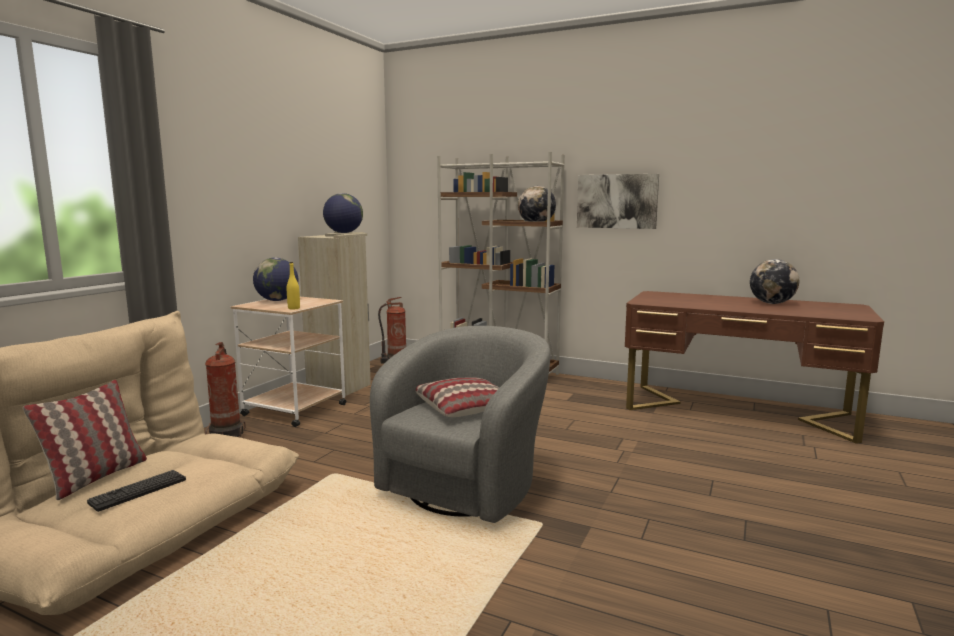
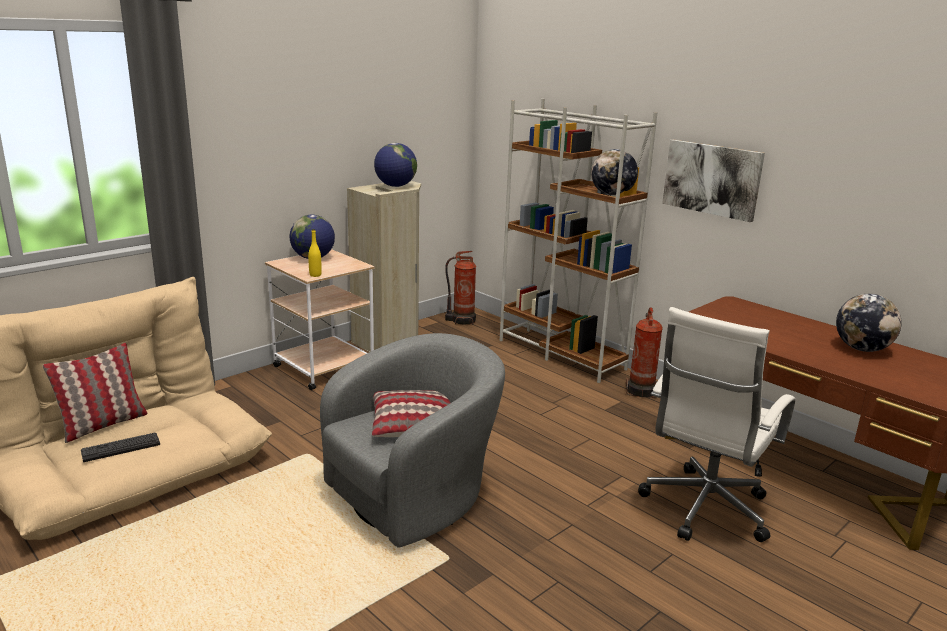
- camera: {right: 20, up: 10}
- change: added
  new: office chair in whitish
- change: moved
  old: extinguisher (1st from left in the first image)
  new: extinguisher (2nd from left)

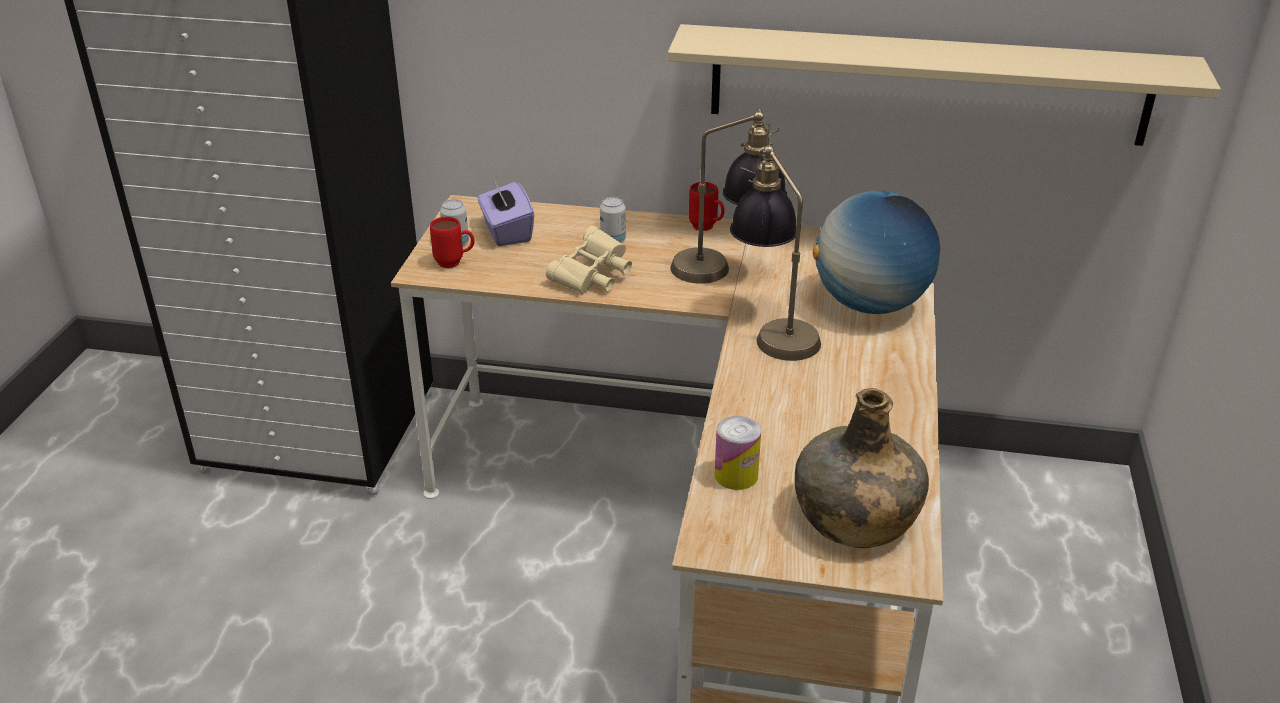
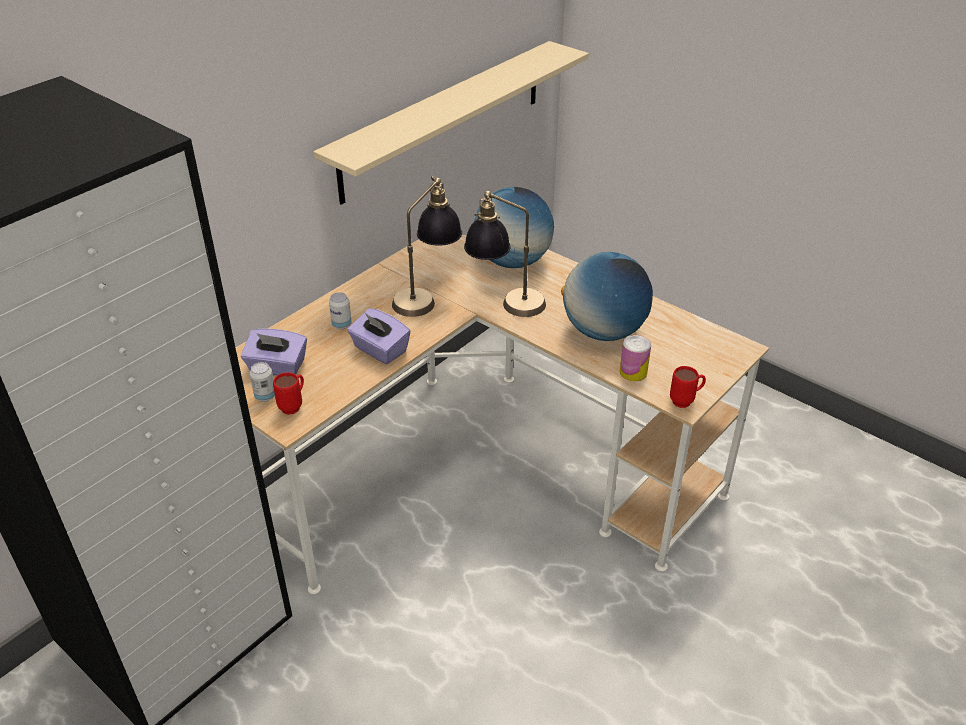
- camera: {right: -60, up: 5}
- change: removed
  old: beverage bottle in greenish
- change: added
  new: globe (2nd from left)
- change: moved
  old: mug in red (2nd from left)
- change: replaced
  old: binoculars in beige-coloured
  new: box of tissues in purple (2nd from left)

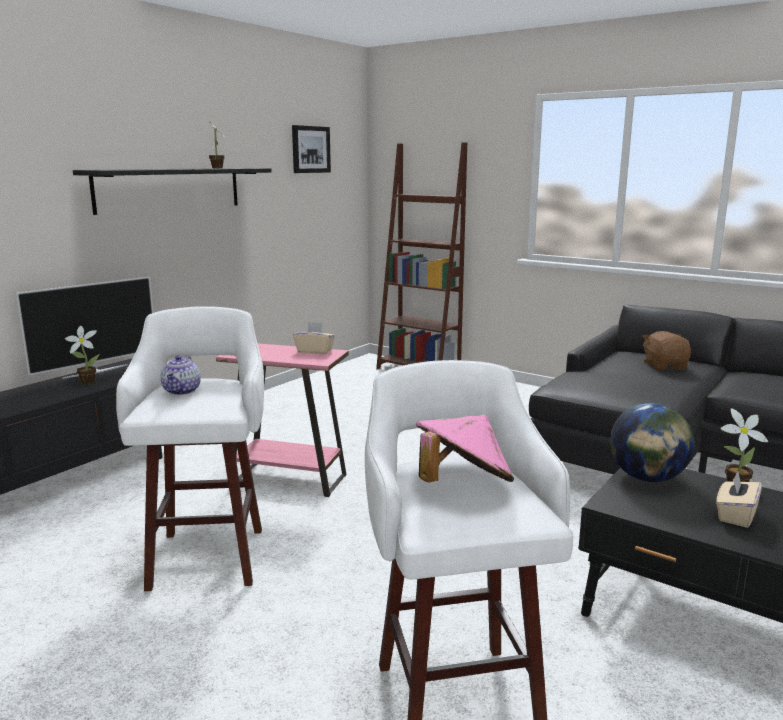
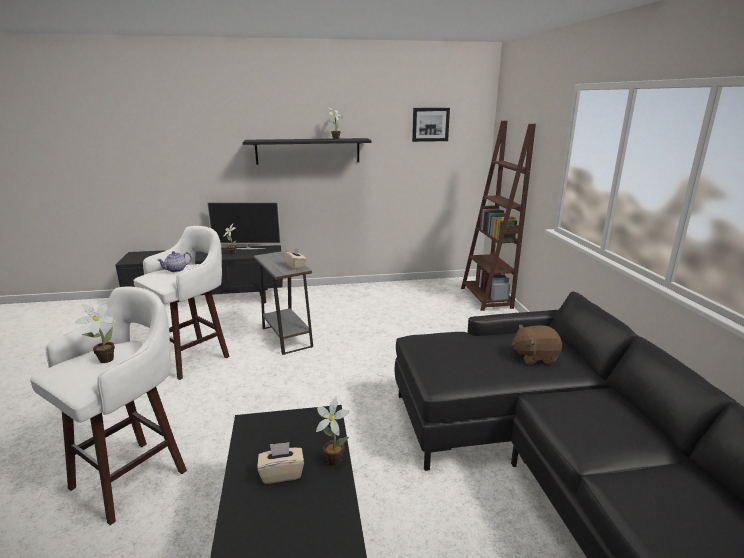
- camera: {right: 45, up: 5}
- change: removed
  old: globe
- change: replaced
  old: hat in pink
  new: houseplant (1st from left)
- change: recoloured
  old: side table in pink
  new: side table in greyish
- change: turned
  old: soft toy in brownish
  degrees: -135

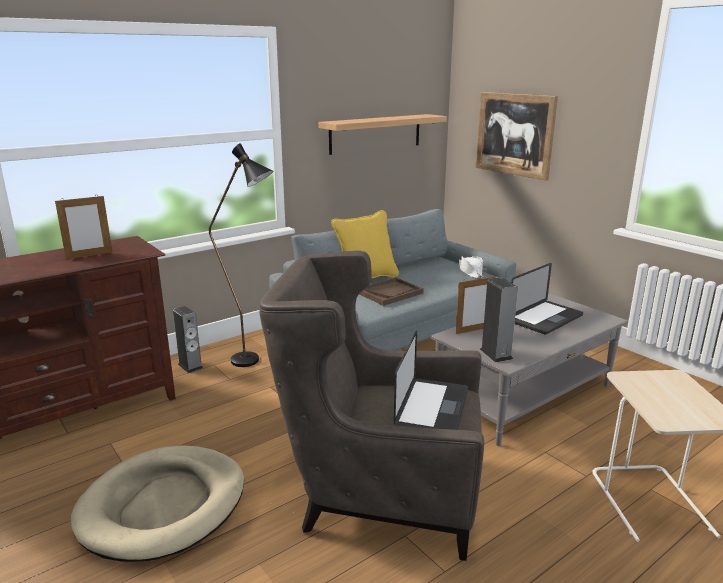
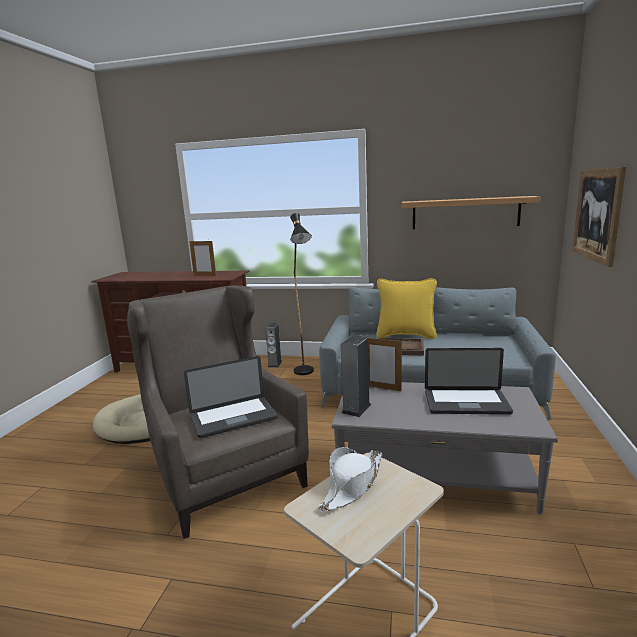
- camera: {right: 50, up: -5}
- change: moved
  old: hat in whitish

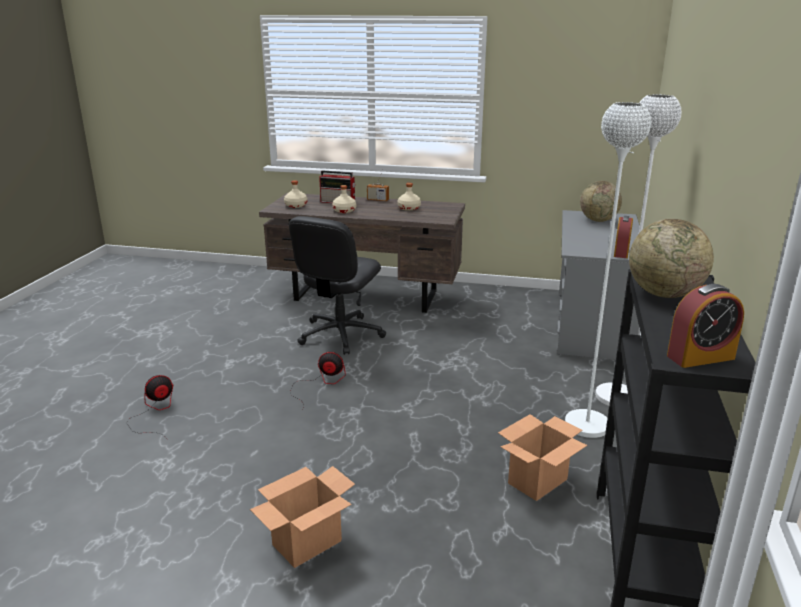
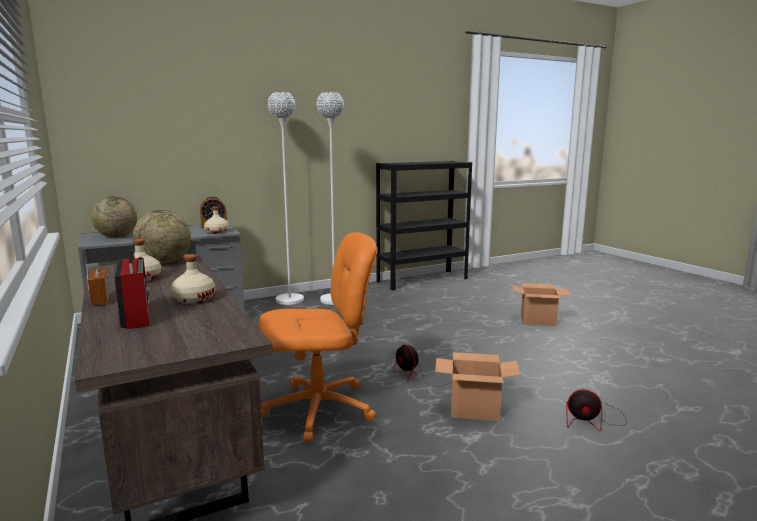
- camera: {right: -130, up: -10}
- change: removed
  old: bedside clock (2nd from left)
- change: moved
  old: beverage bottle in beige-coloured (1st from left in the first image)
  new: beverage bottle in beige-coloured (3rd from left)
- change: moved
  old: cardboard box (2nd from left in the first image)
  new: cardboard box (1st from left)
- change: moved
  old: globe (2nd from left)
- change: recoloured
  old: office chair in black
  new: office chair in orange-coloured

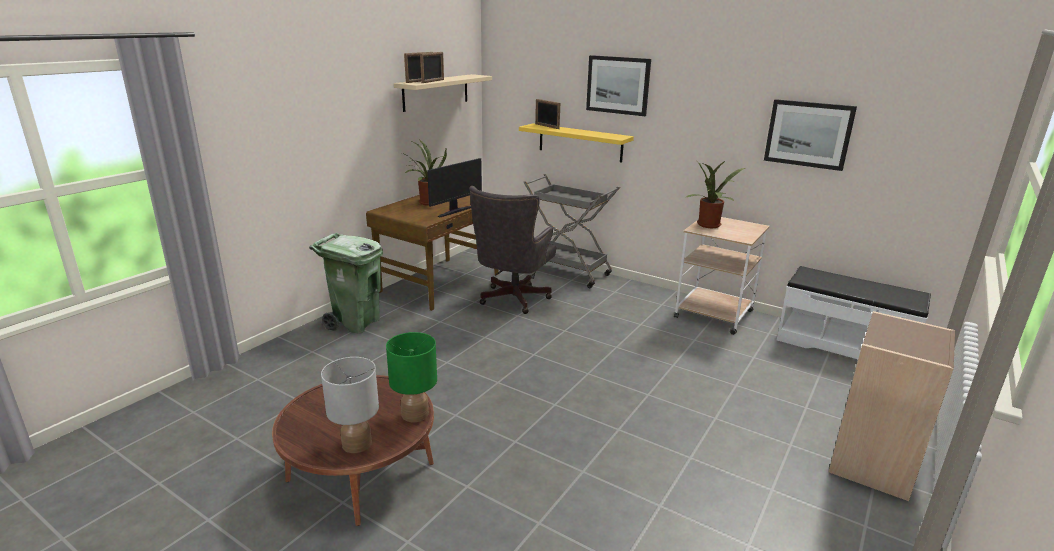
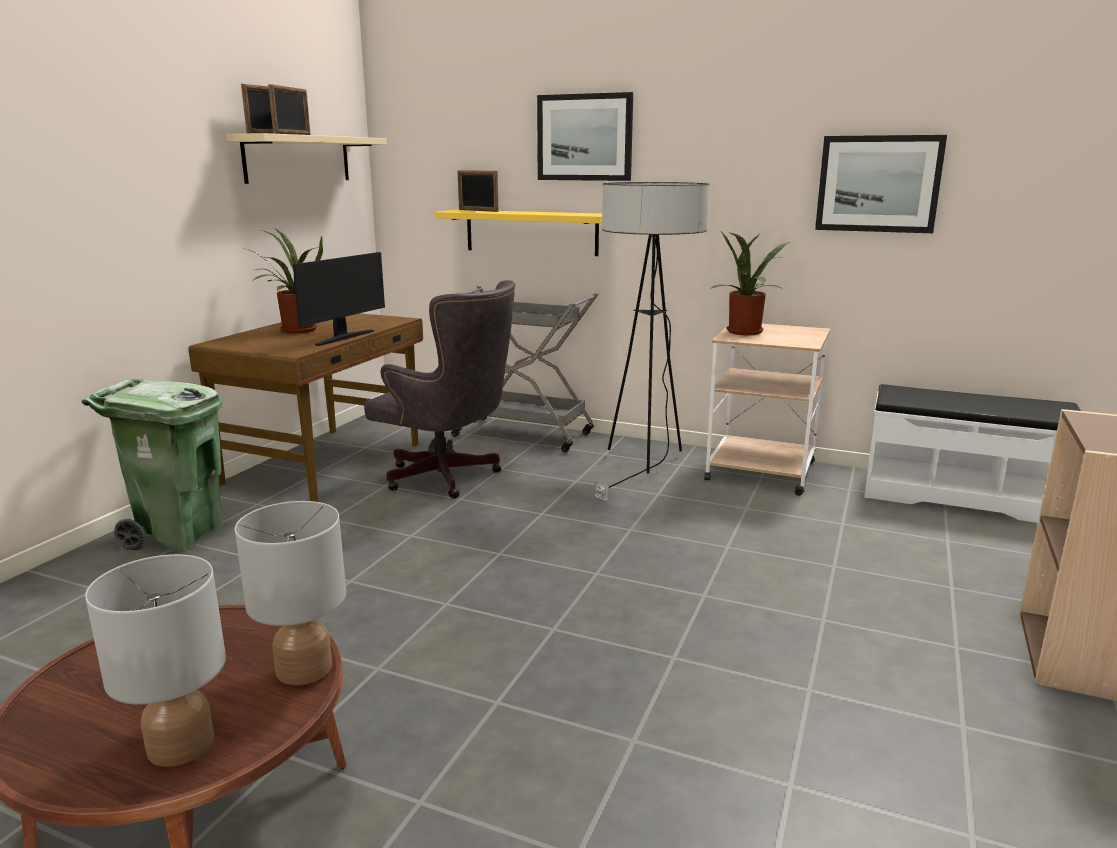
- camera: {right: -10, up: -5}
- change: added
  new: floor lamp
- change: recoloured
  old: table lamp in greenish
  new: table lamp in greyish (2nd from left)
- change: turned
  old: office chair in greyish
  degrees: -75

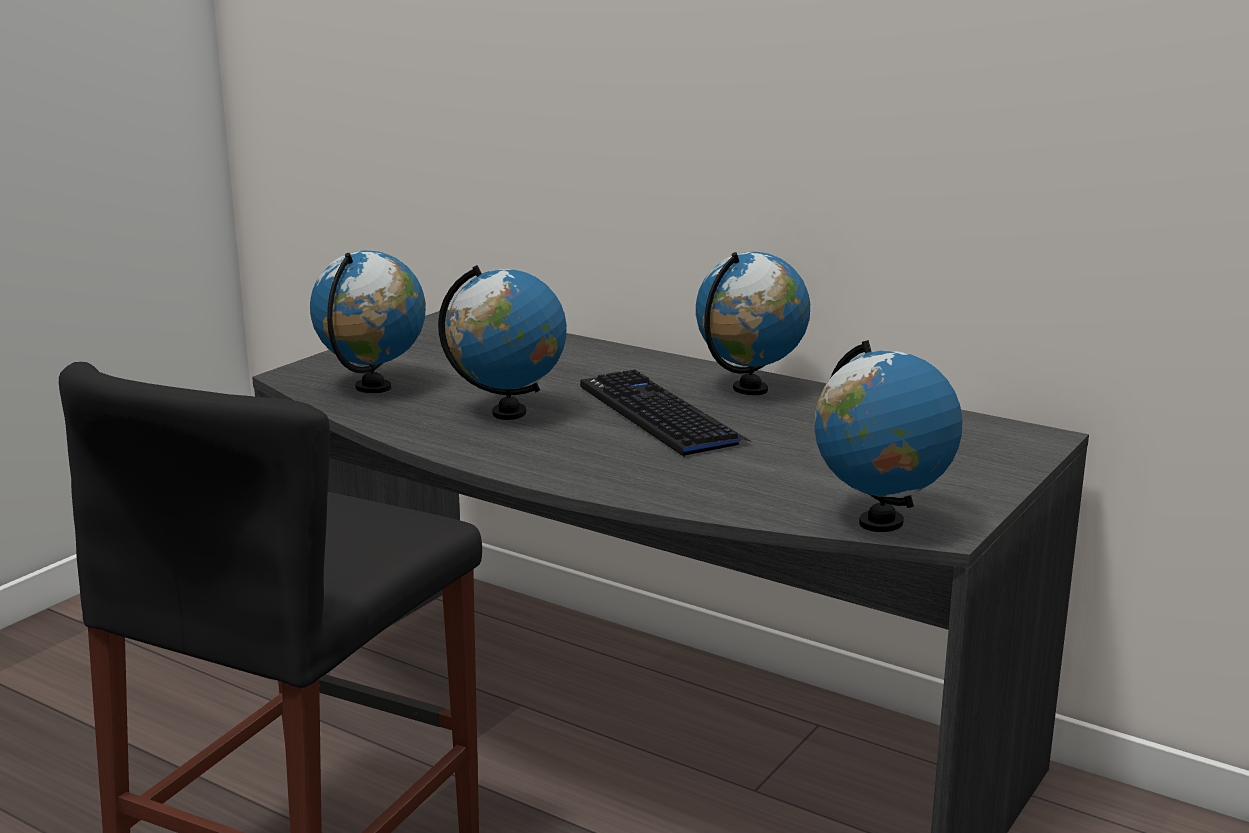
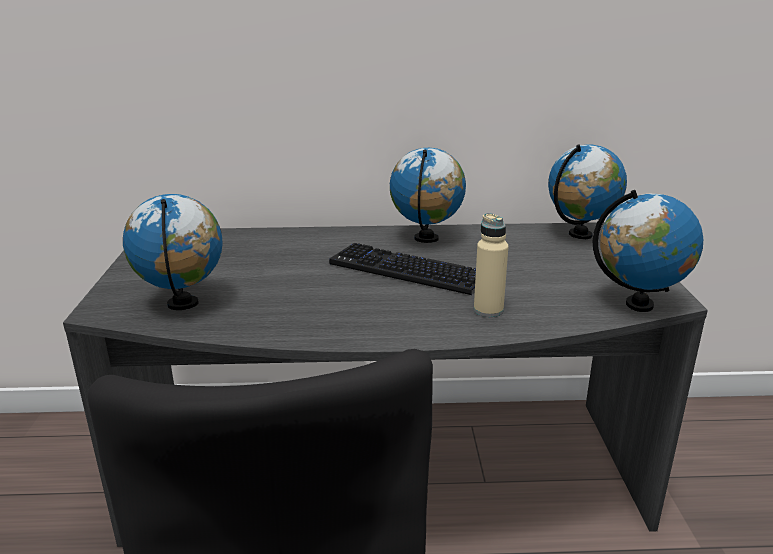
- camera: {right: -35, up: 5}
- change: added
  new: beverage bottle in beige-coloured
- change: moved
  old: globe (2nd from left in the first image)
  new: globe (3rd from left)

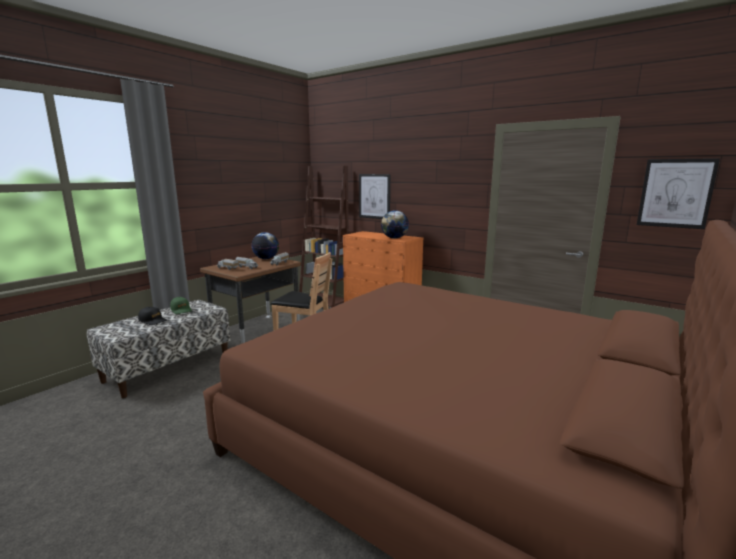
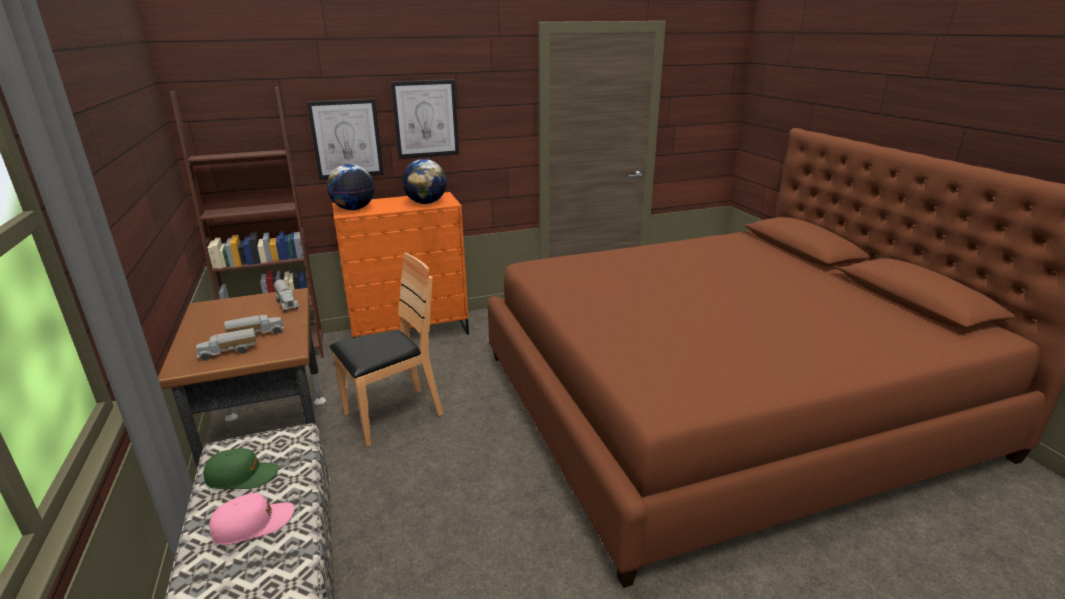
- camera: {right: -55, up: 10}
- change: moved
  old: globe (1st from left)
- change: moved
  old: wall picture (2nd from left)
- change: recoloured
  old: peaked cap in black
  new: peaked cap in pink

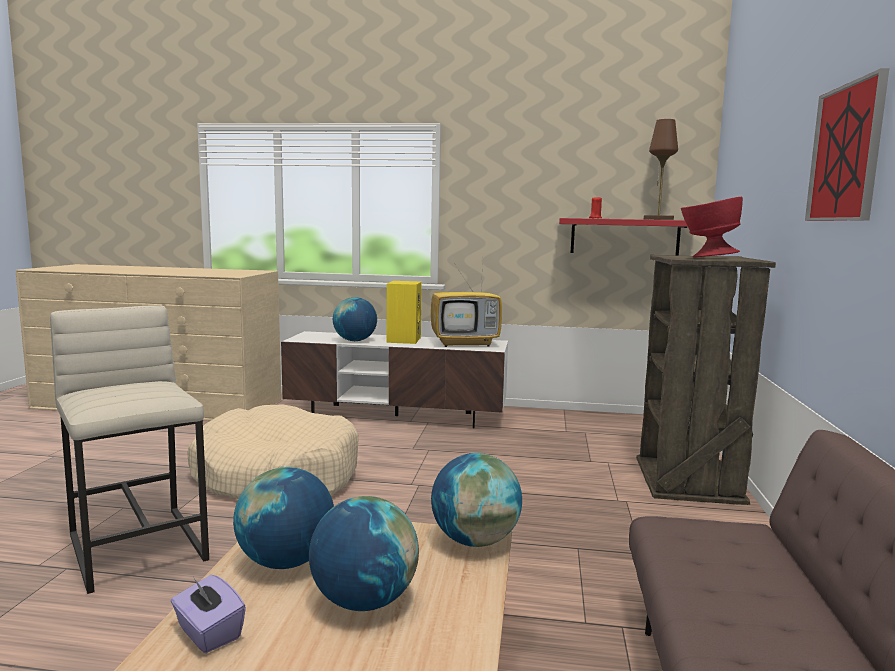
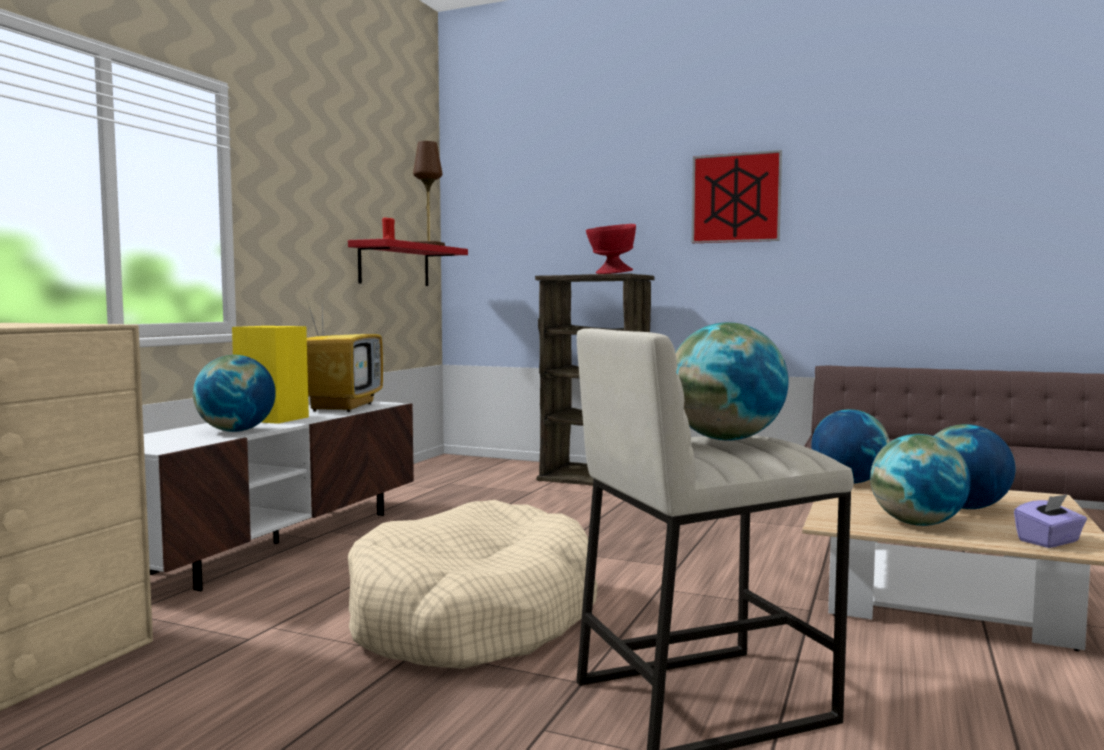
- camera: {right: -75, up: -5}
- change: added
  new: globe (2nd from left)

